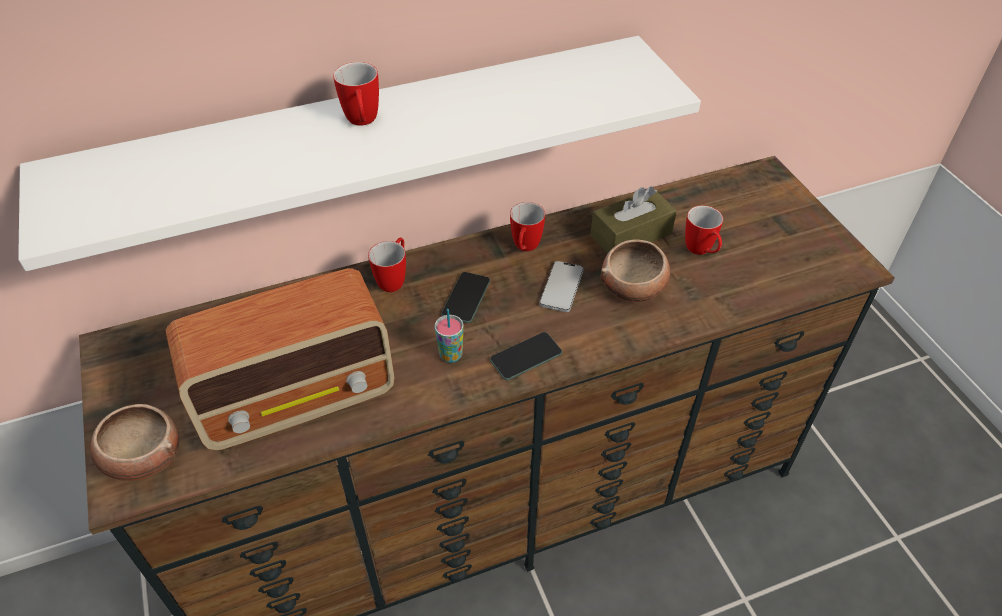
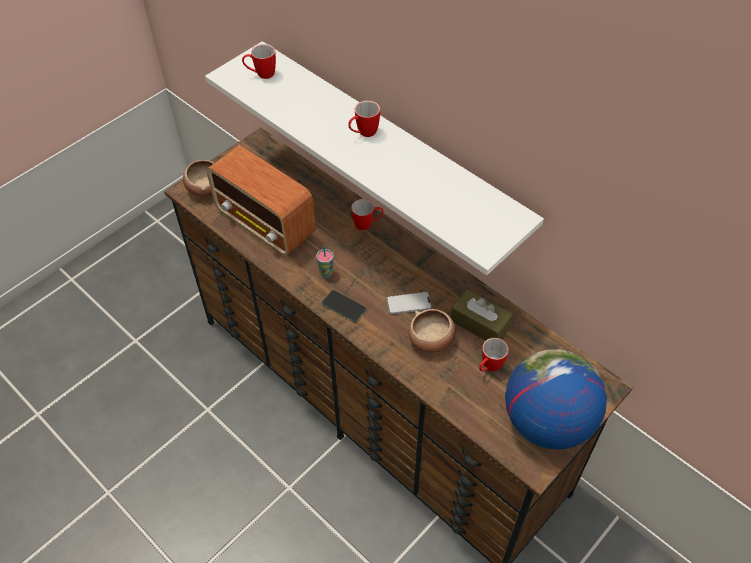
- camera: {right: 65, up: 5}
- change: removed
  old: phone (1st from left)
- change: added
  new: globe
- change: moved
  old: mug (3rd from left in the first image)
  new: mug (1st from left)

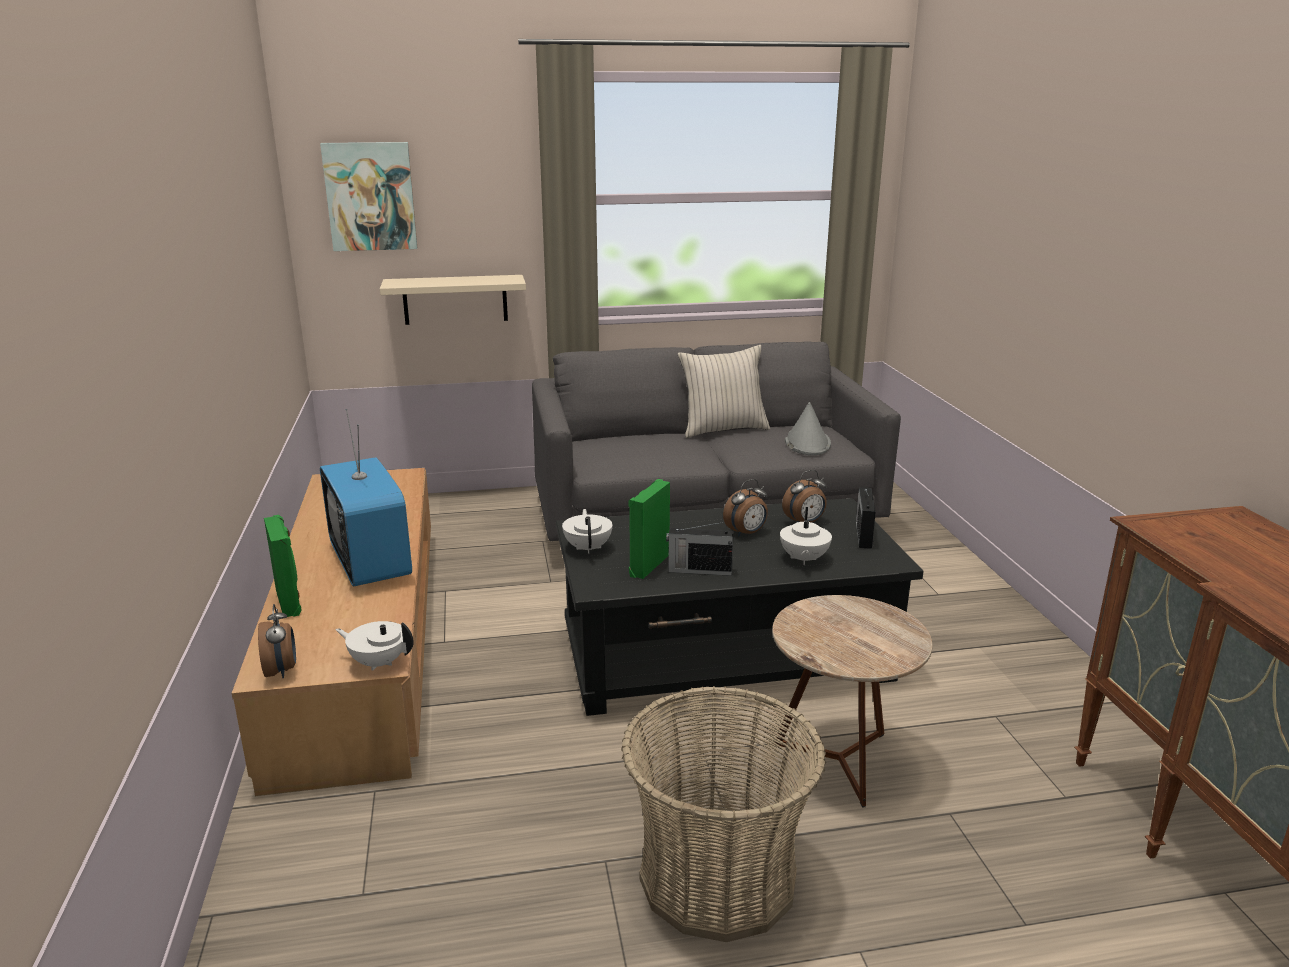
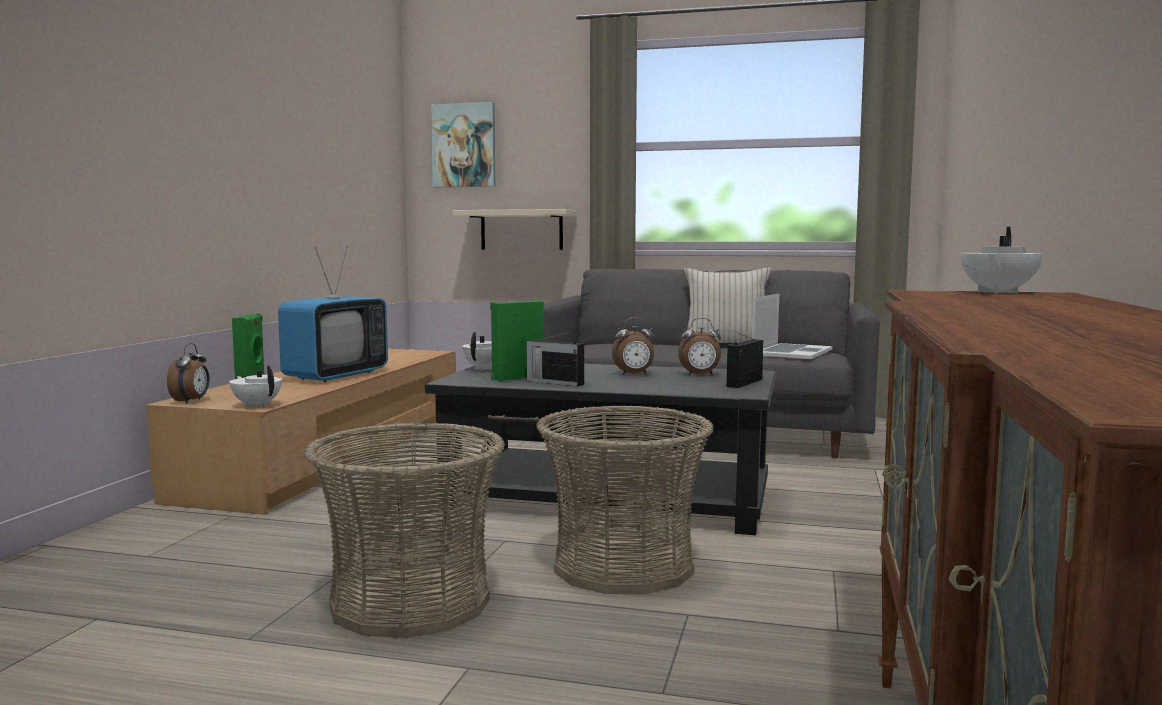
- camera: {right: 25, up: -15}
- change: moved
  old: tea pot in whitish (3rd from left)
- change: replaced
  old: side table in brownish
  new: storage basket (2nd from left)
- change: replaced
  old: hat in greyish
  new: portable computer
- change: turned
  old: television
  degrees: -150

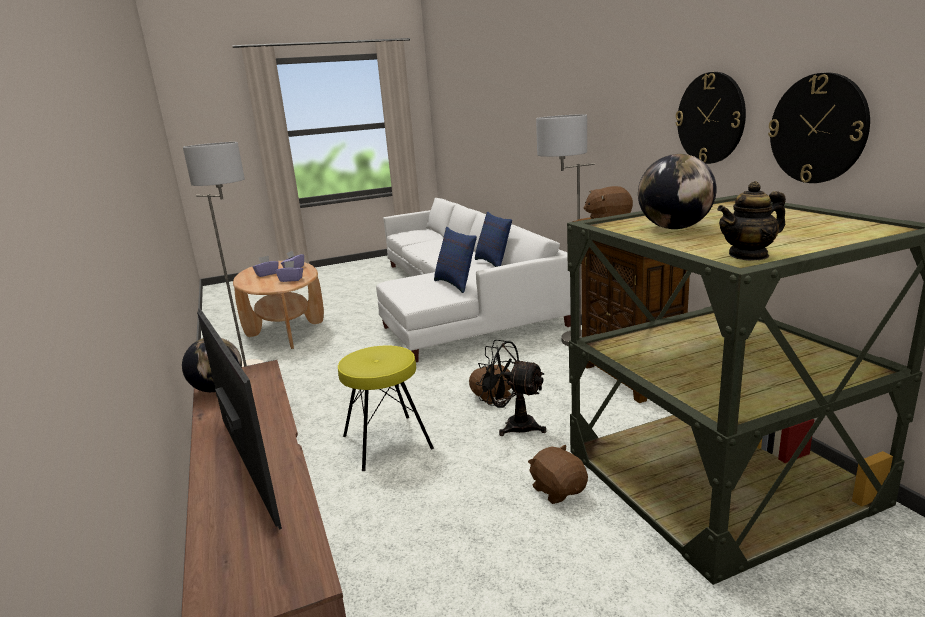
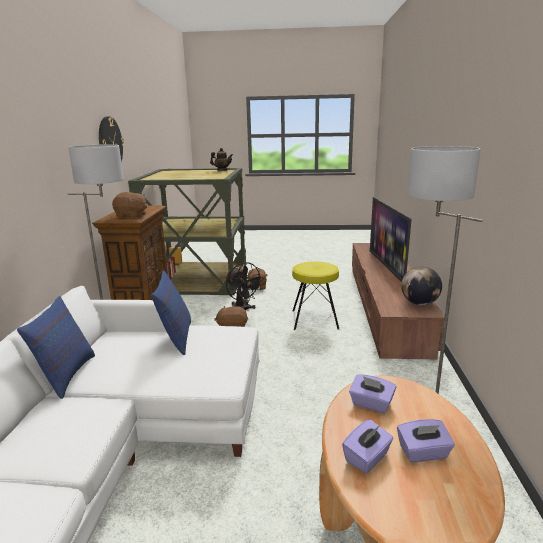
- camera: {right: -155, up: 0}
- change: removed
  old: globe (2nd from left)
- change: removed
  old: hanging clock (2nd from left)

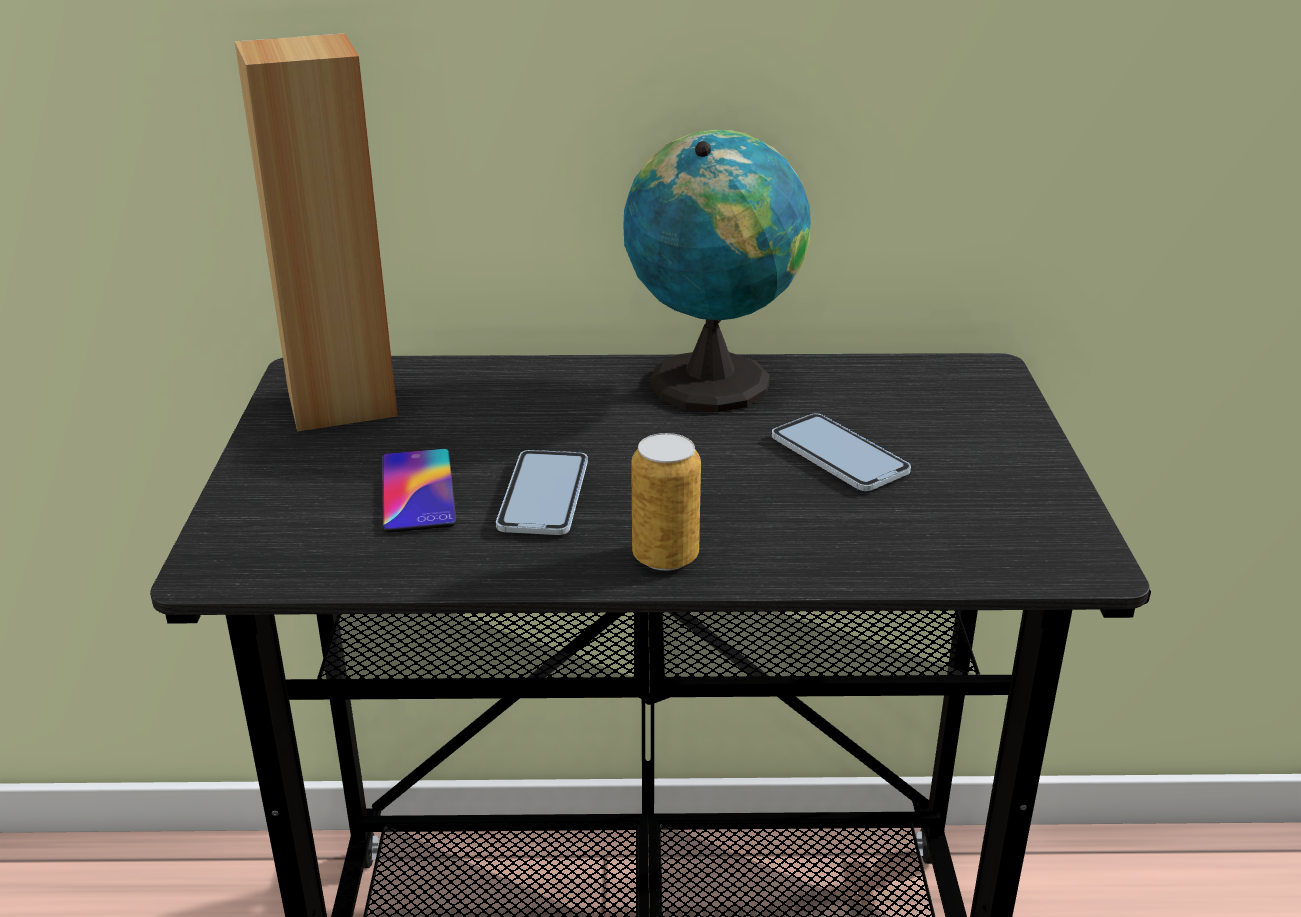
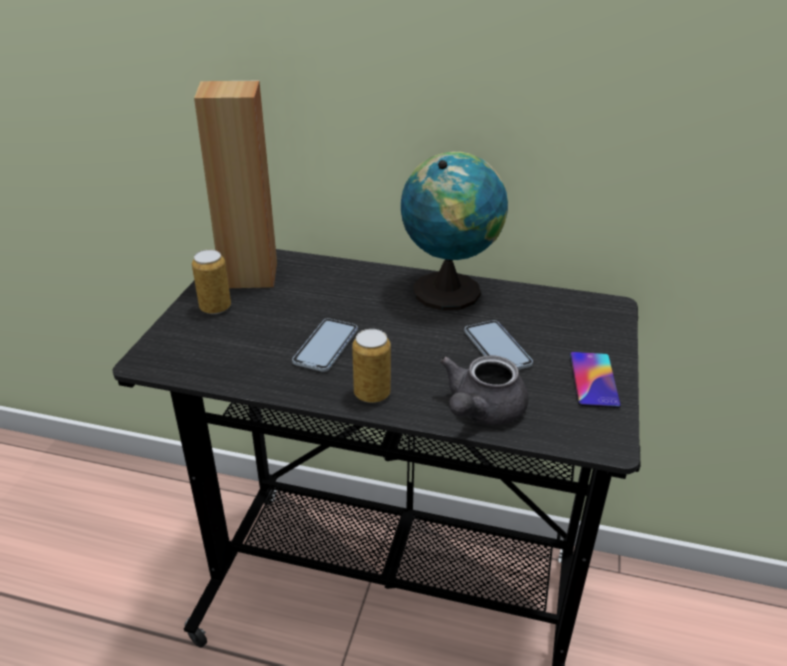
- camera: {right: 15, up: 5}
- change: added
  new: metal can (1st from left)
- change: added
  new: tea pot in greyish
- change: moved
  old: phone (1st from left in the first image)
  new: phone (3rd from left)

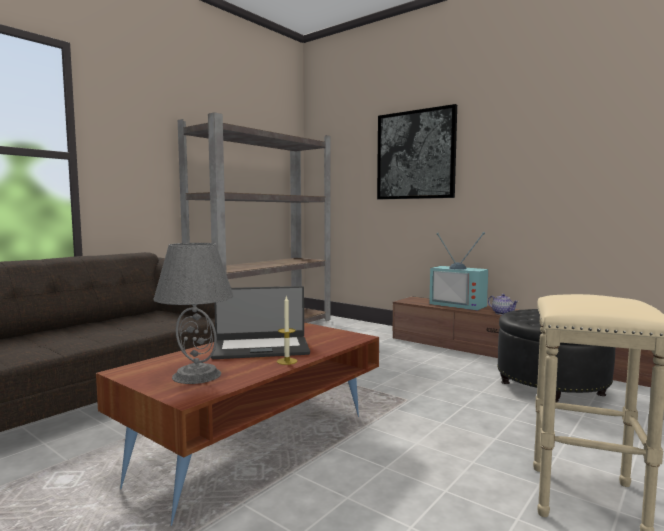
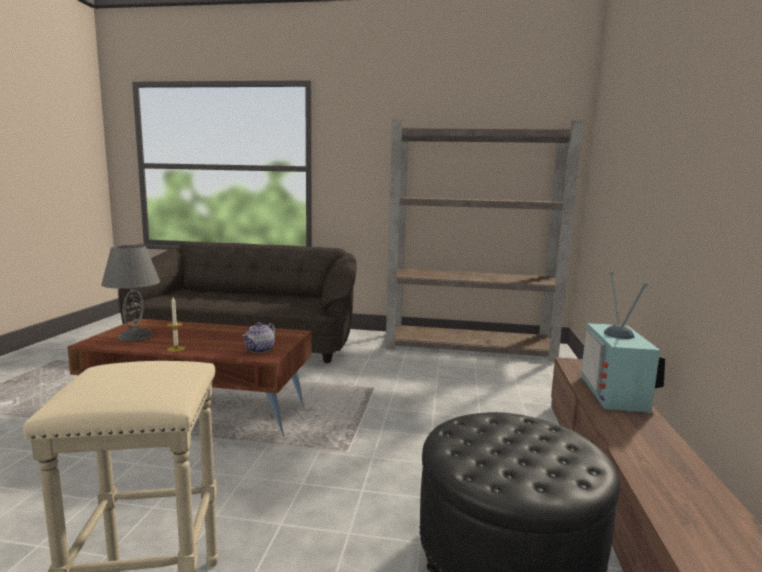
- camera: {right: 60, up: 5}
- change: removed
  old: portable computer
- change: removed
  old: wall picture
- change: moved
  old: tea pot

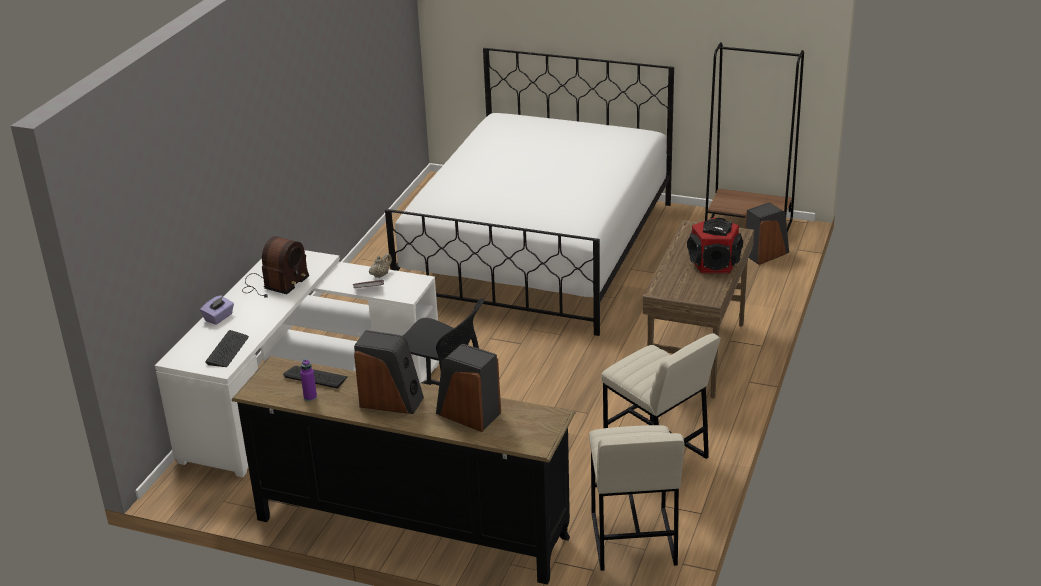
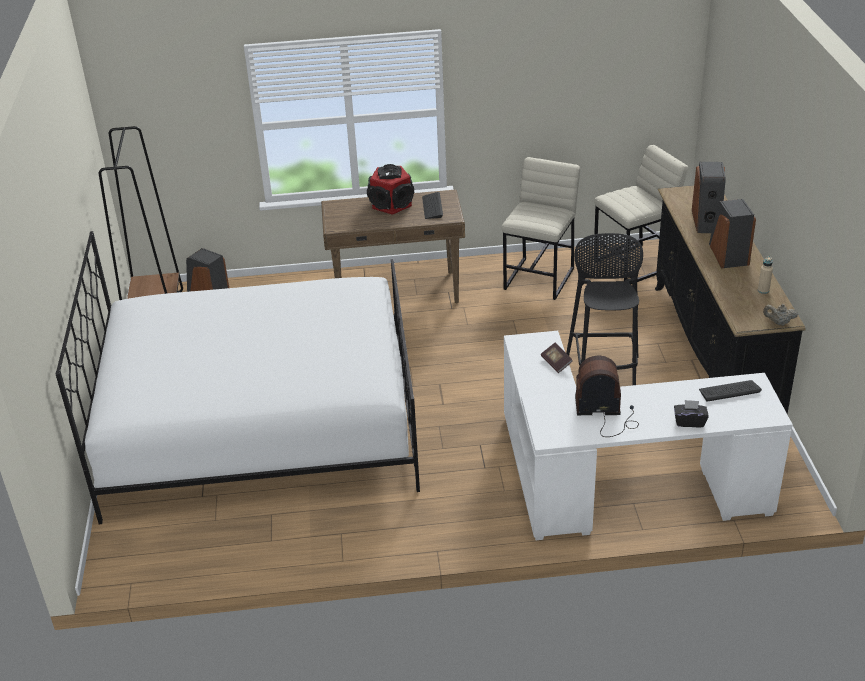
- camera: {right: -115, up: 5}
- change: moved
  old: PC keyboard (2nd from left in the first image)
  new: PC keyboard (1st from left)
- change: moved
  old: tea pot in beige-coloured
- change: recoloured
  old: box of tissues in purple
  new: box of tissues in black
- change: recoloured
  old: beverage bottle in purple
  new: beverage bottle in beige-coloured

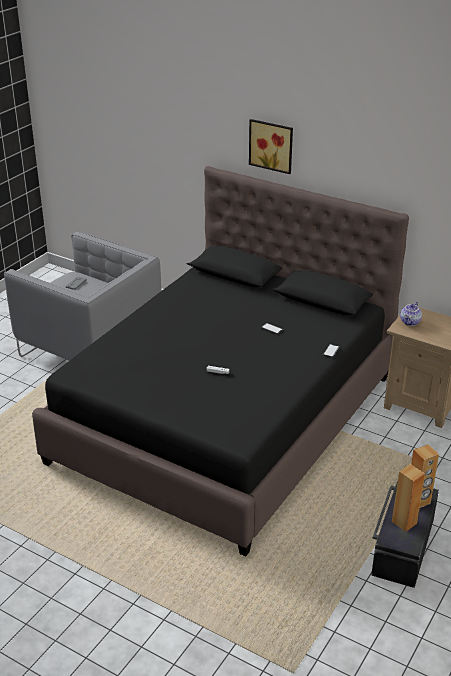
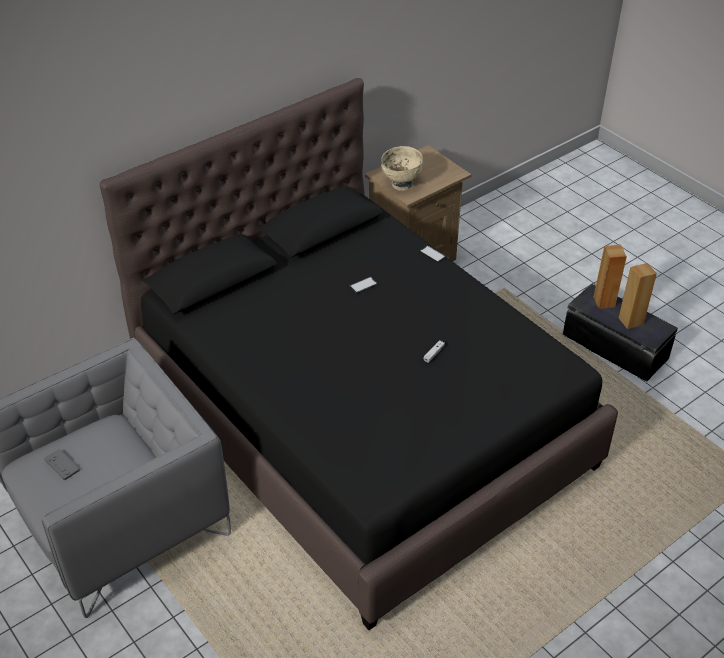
- camera: {right: -70, up: 10}
- change: removed
  old: wall picture
- change: replaced
  old: tea pot
  new: deep dish in beige-coloured

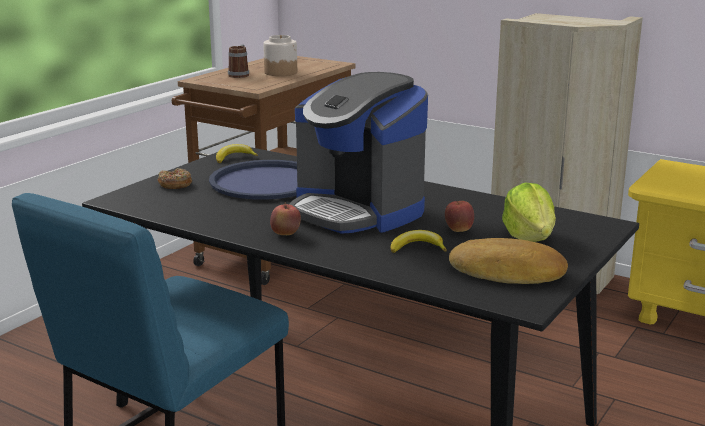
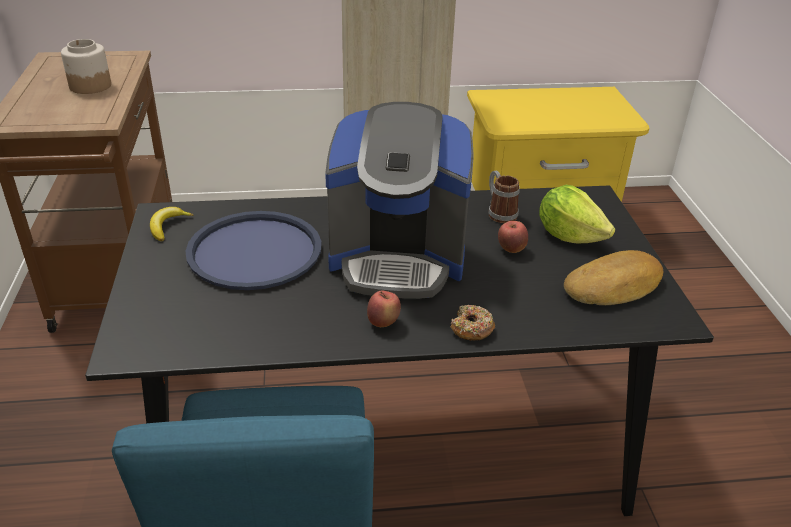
- camera: {right: -40, up: 15}
- change: removed
  old: whole banana (2nd from left)
- change: moved
  old: doughnut
- change: moved
  old: mug

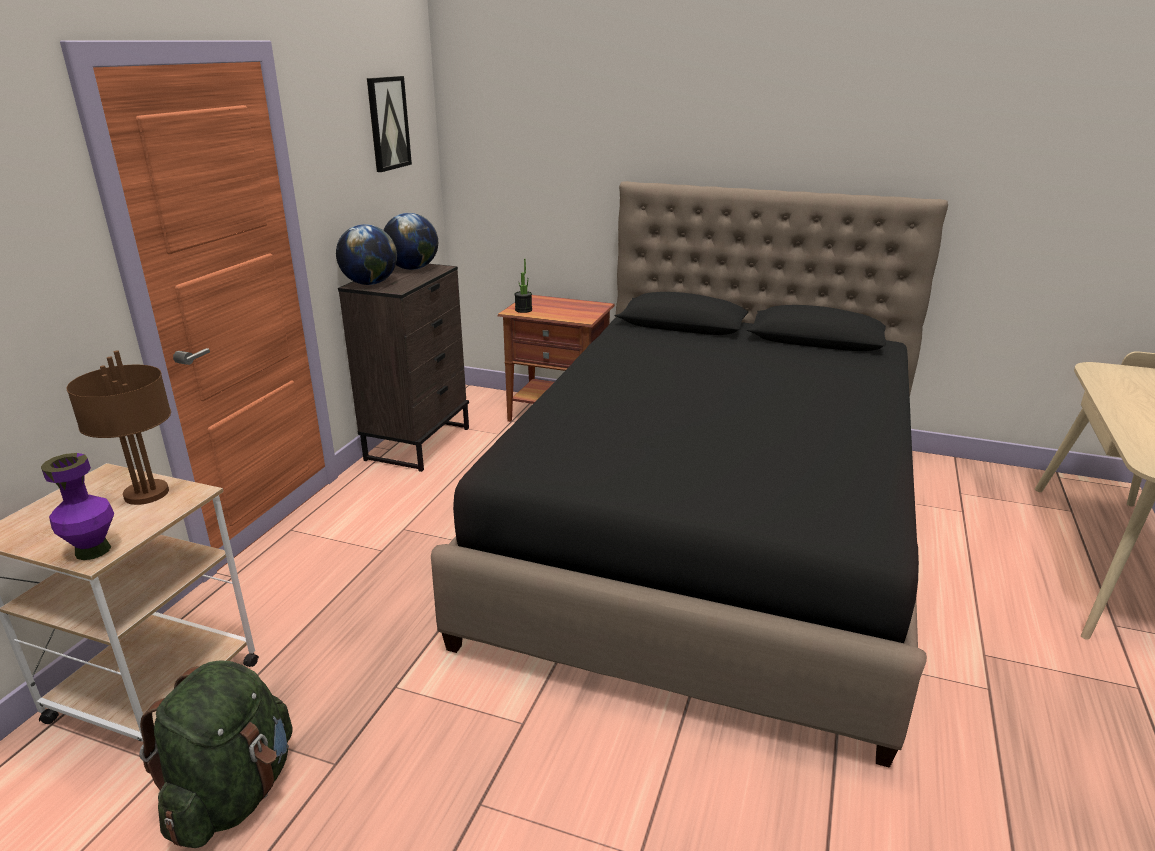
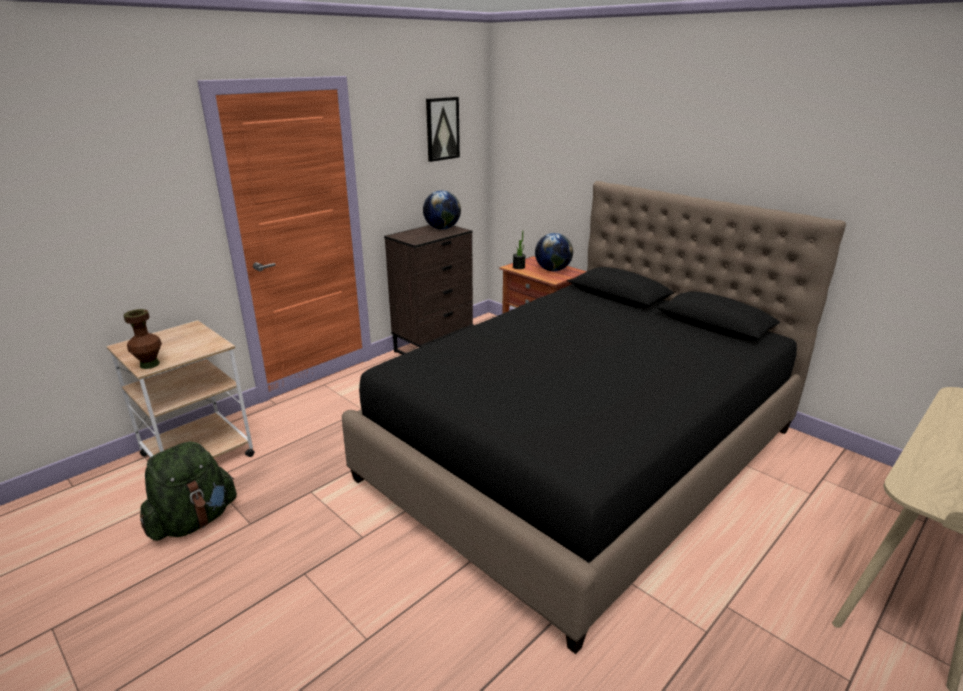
- camera: {right: 25, up: 0}
- change: removed
  old: table lamp in brownish
- change: moved
  old: globe (1st from left in the first image)
  new: globe (2nd from left)
- change: recoloured
  old: vase in purple
  new: vase in brownish

